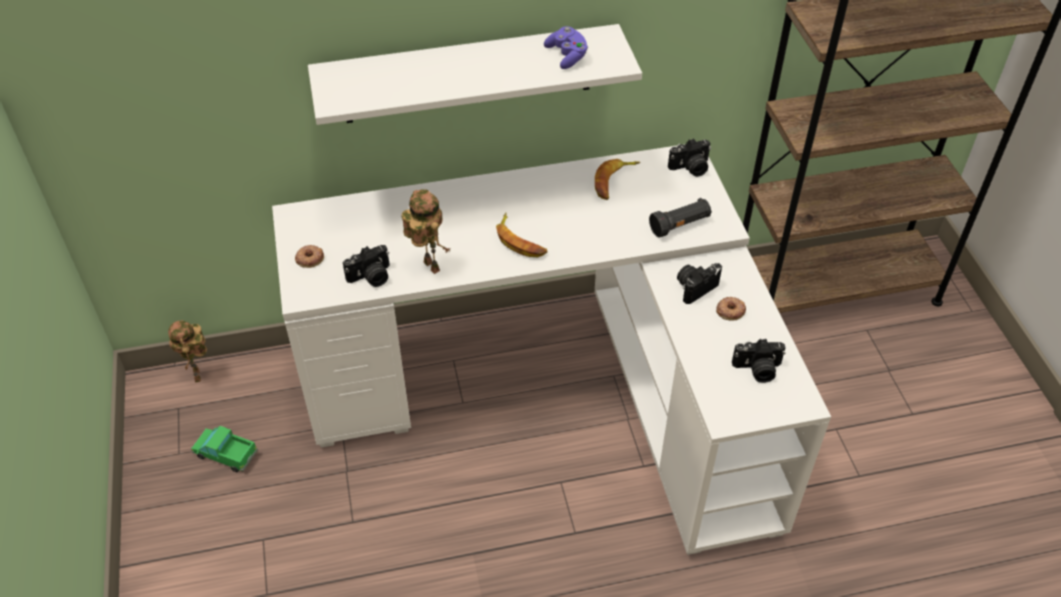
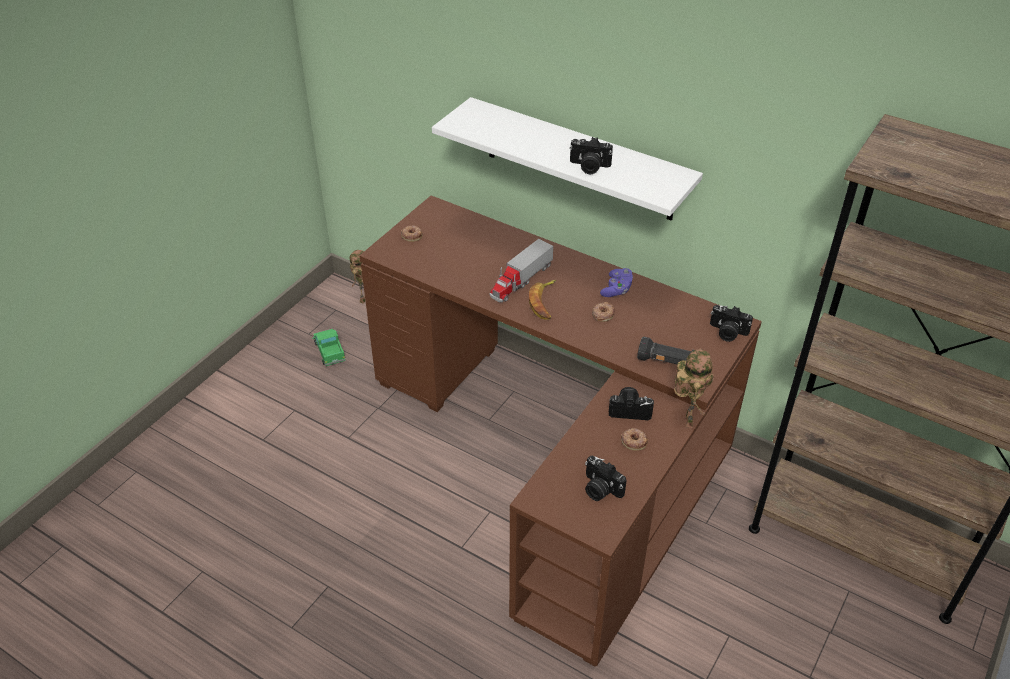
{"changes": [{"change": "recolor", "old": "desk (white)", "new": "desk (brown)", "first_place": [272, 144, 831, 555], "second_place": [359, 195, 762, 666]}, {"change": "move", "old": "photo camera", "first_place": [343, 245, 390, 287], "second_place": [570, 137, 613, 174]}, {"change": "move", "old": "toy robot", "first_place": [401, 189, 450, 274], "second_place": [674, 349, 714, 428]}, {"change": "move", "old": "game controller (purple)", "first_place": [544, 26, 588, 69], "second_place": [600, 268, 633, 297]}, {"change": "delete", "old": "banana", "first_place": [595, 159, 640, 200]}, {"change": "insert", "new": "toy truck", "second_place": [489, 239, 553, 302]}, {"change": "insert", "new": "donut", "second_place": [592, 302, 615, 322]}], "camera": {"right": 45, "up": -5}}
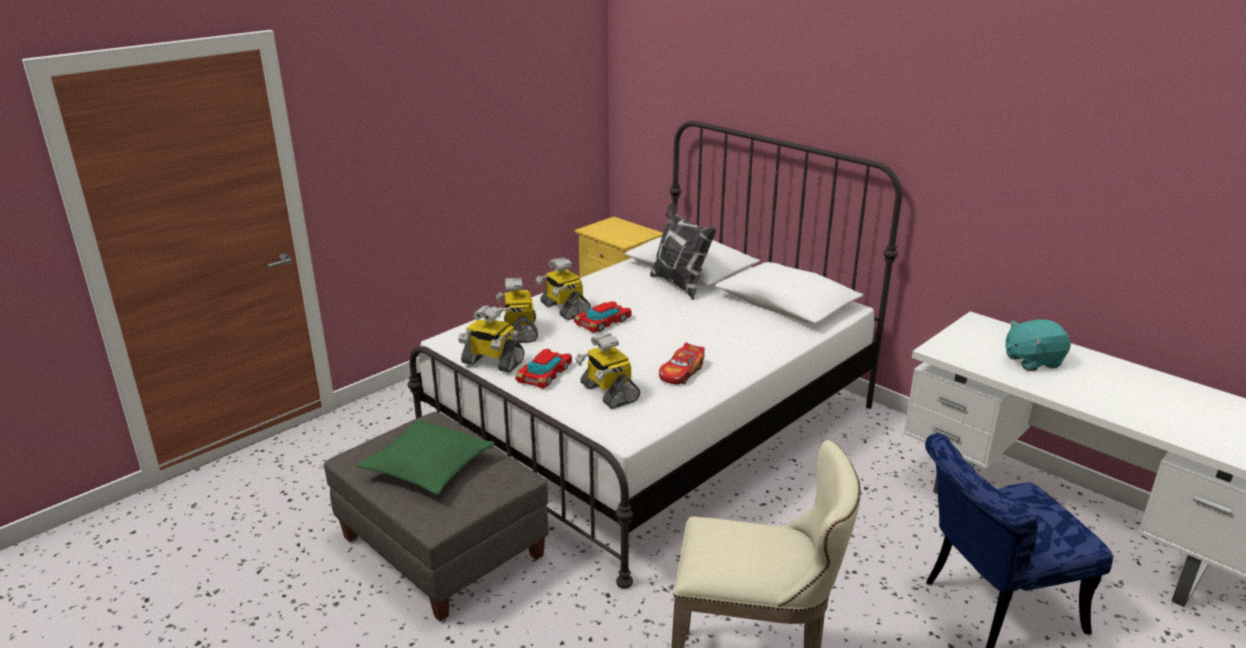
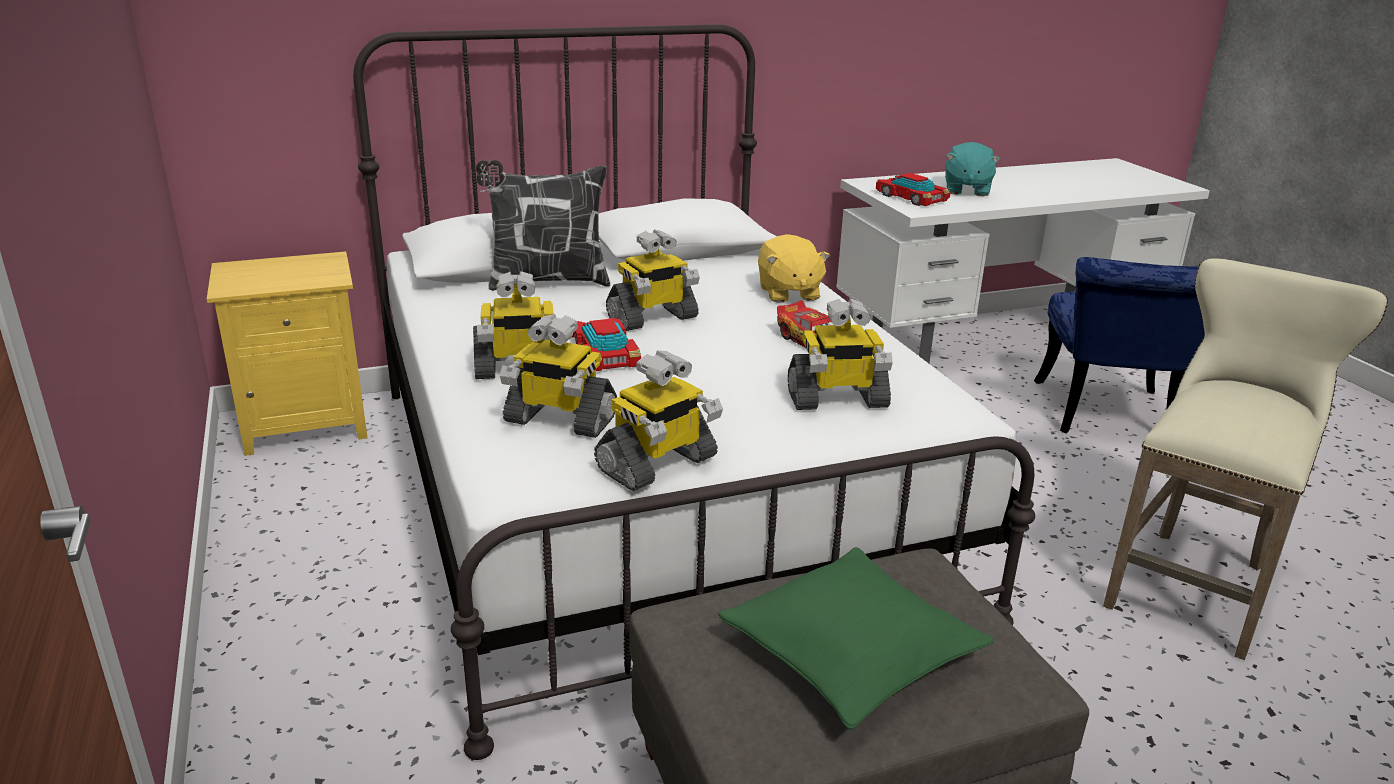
{"changes": [{"change": "move", "old": "toy car", "first_place": [515, 349, 572, 389], "second_place": [876, 173, 950, 206]}, {"change": "insert", "new": "toy robot", "second_place": [606, 230, 700, 331]}, {"change": "insert", "new": "plush toy (yellow)", "second_place": [758, 234, 830, 303]}], "camera": {"right": -65, "up": 0}}
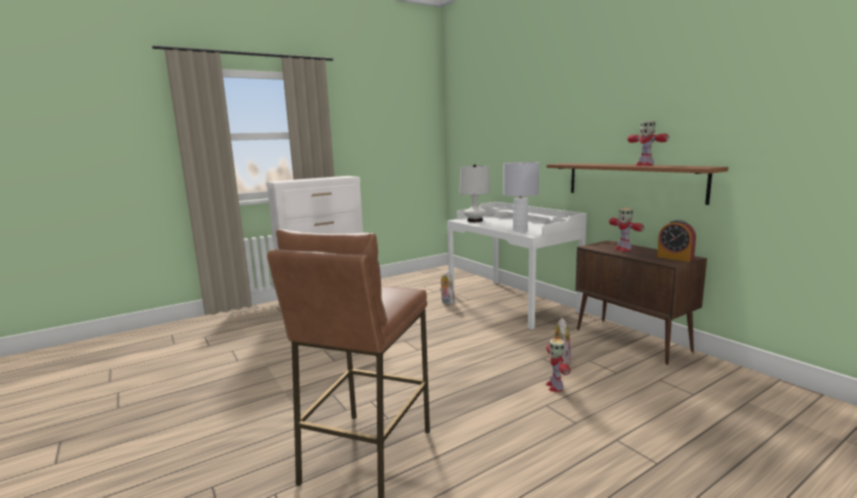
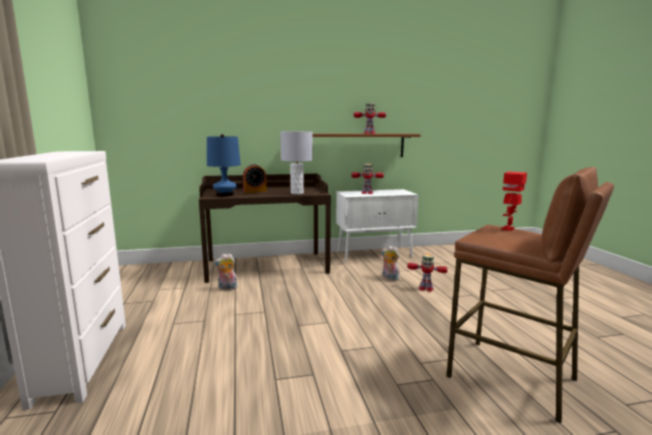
{"changes": [{"change": "recolor", "old": "desk (white)", "new": "desk (brown)", "first_place": [447, 202, 587, 329], "second_place": [199, 174, 331, 283]}, {"change": "recolor", "old": "table lamp (white)", "new": "table lamp (blue)", "first_place": [459, 164, 490, 222], "second_place": [207, 134, 241, 196]}, {"change": "recolor", "old": "cabinet (brown)", "new": "cabinet (white)", "first_place": [575, 240, 707, 365], "second_place": [336, 189, 418, 262]}, {"change": "move", "old": "alarm clock", "first_place": [657, 220, 696, 262], "second_place": [243, 164, 267, 193]}, {"change": "insert", "new": "toy robot", "second_place": [502, 172, 527, 231]}], "camera": {"right": -70, "up": 0}}
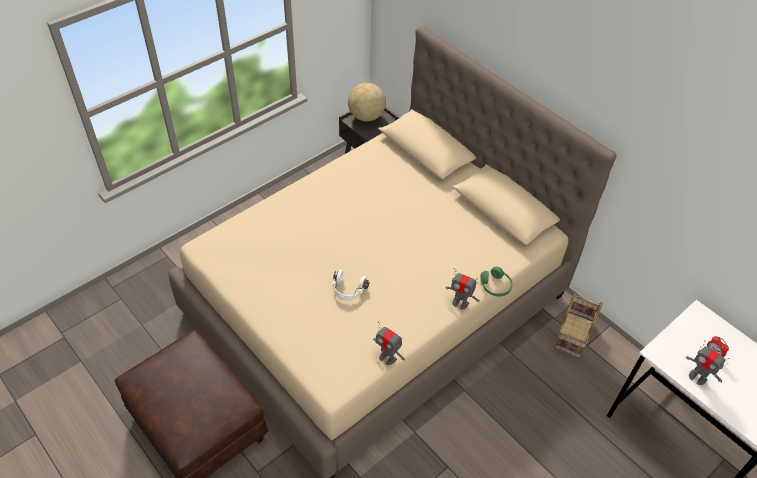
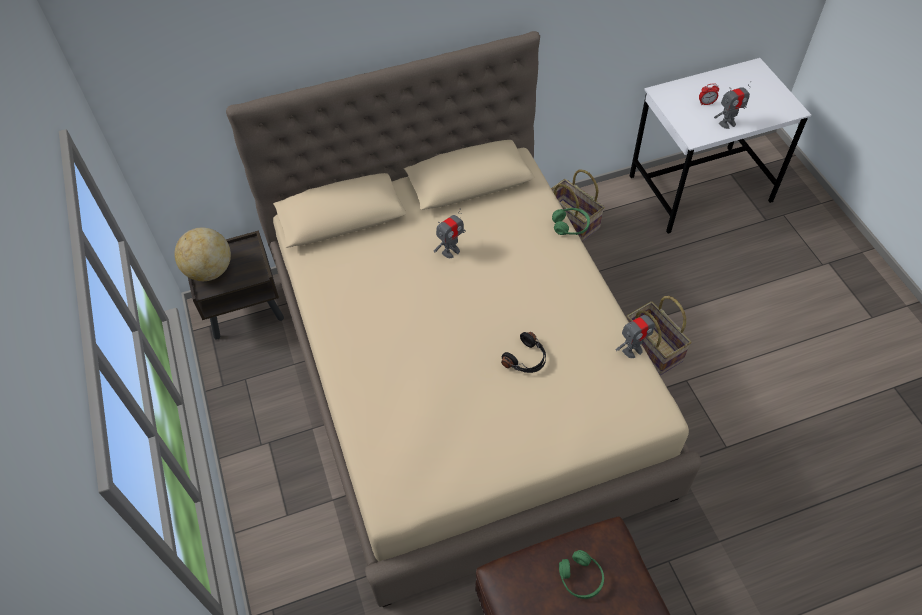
{"changes": [{"change": "recolor", "old": "headphones (white)", "new": "headphones (black)", "first_place": [332, 269, 369, 300], "second_place": [501, 332, 546, 373]}, {"change": "move", "old": "toy robot", "first_place": [445, 268, 480, 309], "second_place": [434, 209, 466, 258]}, {"change": "insert", "new": "headphones (green)", "second_place": [559, 550, 604, 599]}, {"change": "insert", "new": "basket", "second_place": [626, 296, 691, 375]}], "camera": {"right": -65, "up": 5}}
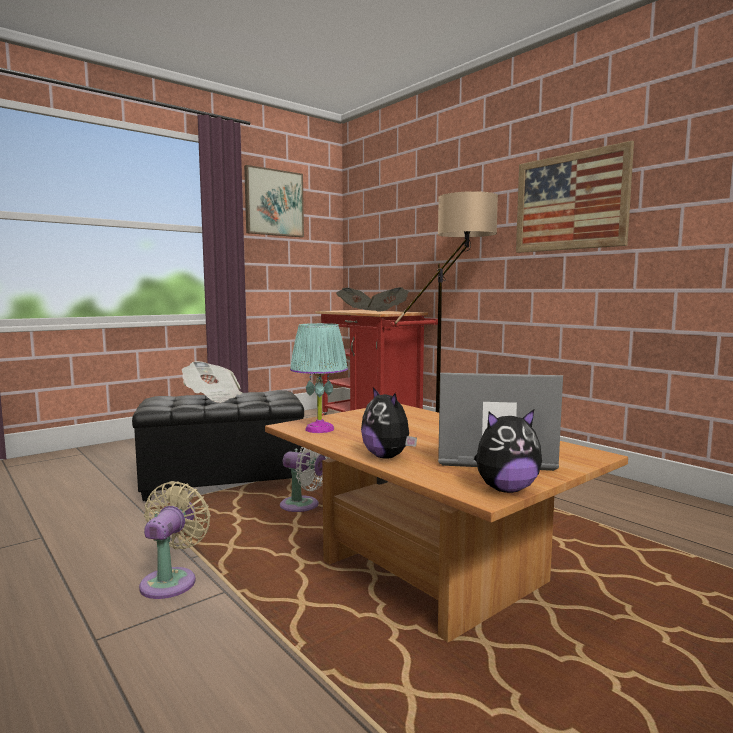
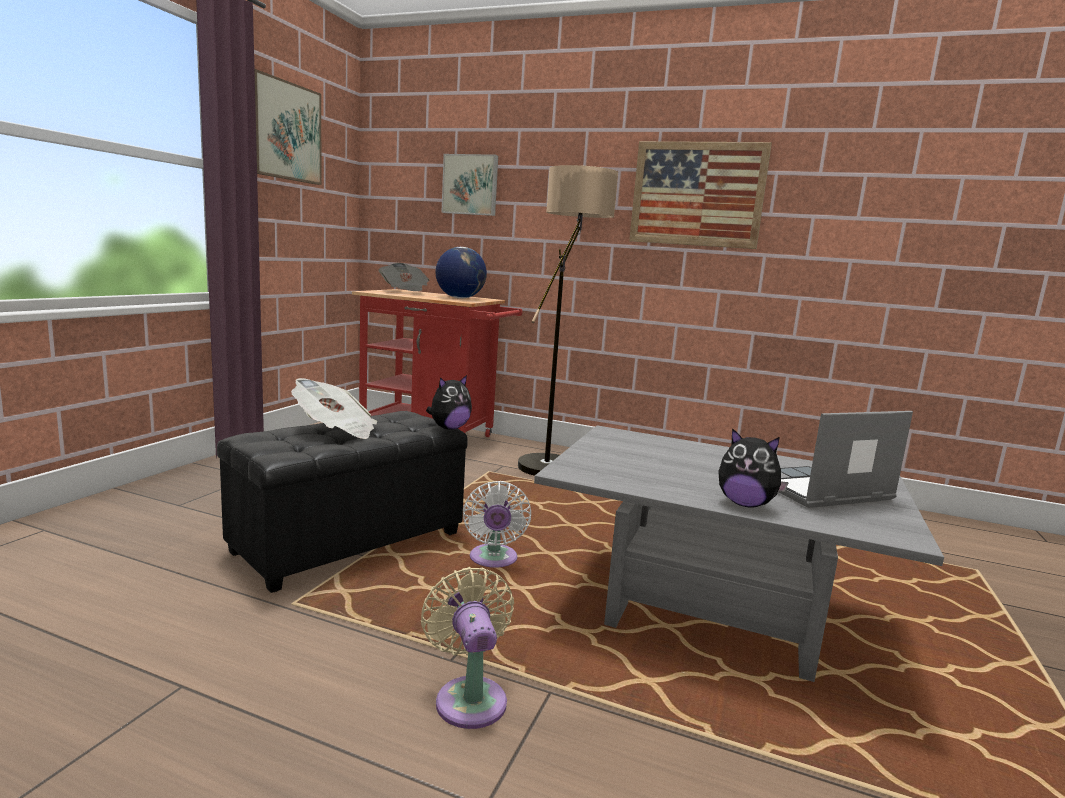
{"changes": [{"change": "recolor", "old": "coffee table (brown)", "new": "coffee table (grey)", "first_place": [265, 404, 628, 642], "second_place": [534, 425, 944, 682]}, {"change": "rotate", "old": "fan (white)", "first_place": [280, 447, 330, 512], "second_place": [463, 481, 531, 568], "degrees": 90}, {"change": "delete", "old": "table lamp (turquoise)", "first_place": [290, 323, 348, 433]}, {"change": "replace", "old": "newspaper", "new": "globe", "first_place": [367, 287, 409, 312], "second_place": [436, 247, 487, 299]}, {"change": "move", "old": "plush toy", "first_place": [474, 409, 542, 493], "second_place": [426, 375, 472, 430]}, {"change": "insert", "new": "picture", "second_place": [441, 154, 498, 216]}], "camera": {"right": -30, "up": 5}}
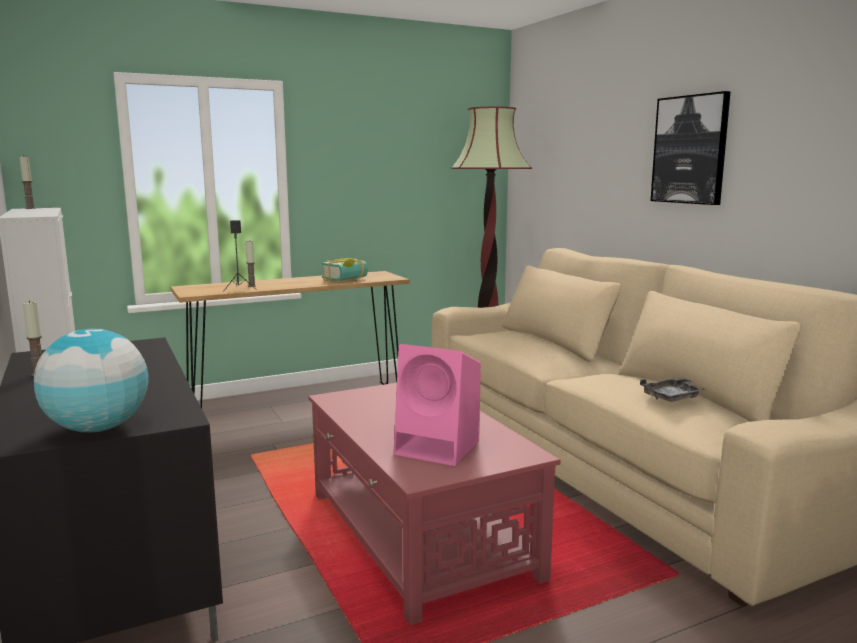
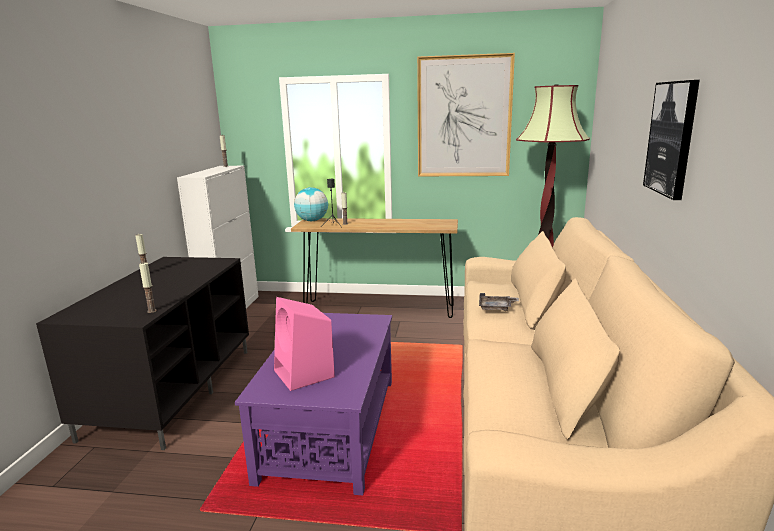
{"changes": [{"change": "move", "old": "globe", "first_place": [34, 329, 148, 432], "second_place": [294, 187, 328, 221]}, {"change": "recolor", "old": "coffee table (red)", "new": "coffee table (purple)", "first_place": [308, 383, 561, 625], "second_place": [235, 313, 392, 495]}, {"change": "delete", "old": "book", "first_place": [322, 258, 368, 282]}, {"change": "move", "old": "tray (grey)", "first_place": [640, 378, 706, 402], "second_place": [479, 293, 519, 311]}, {"change": "insert", "new": "candle", "second_place": [139, 262, 157, 313]}, {"change": "insert", "new": "picture", "second_place": [417, 53, 515, 176]}], "camera": {"right": 35, "up": 5}}
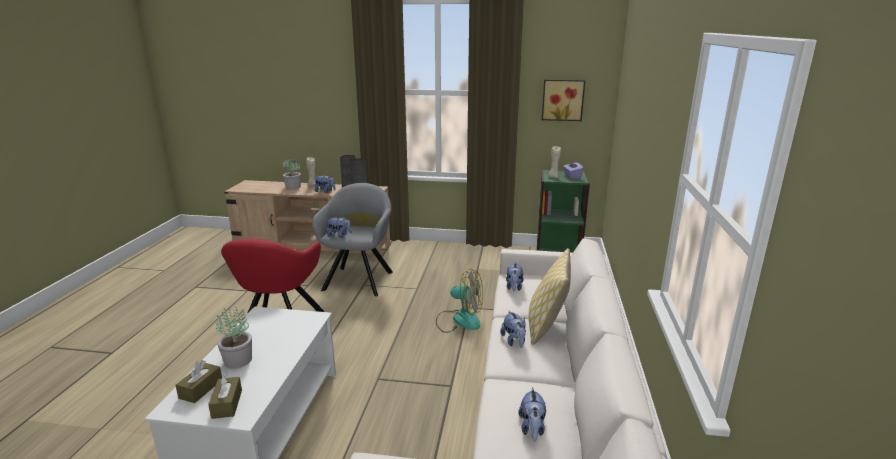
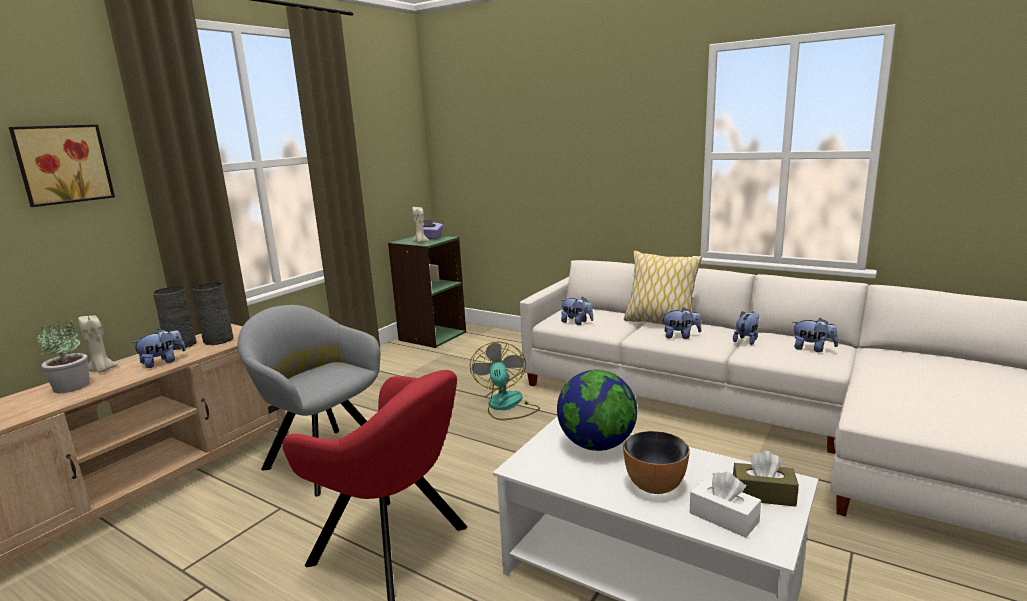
{"changes": [{"change": "recolor", "old": "tissue box (brown)", "new": "tissue box (white)", "first_place": [175, 360, 222, 403], "second_place": [690, 472, 761, 538]}, {"change": "replace", "old": "potted plant", "new": "bowl", "first_place": [216, 309, 252, 369], "second_place": [623, 431, 690, 494]}, {"change": "move", "old": "plush toy", "first_place": [326, 216, 352, 238], "second_place": [733, 311, 759, 345]}, {"change": "rotate", "old": "fan", "first_place": [436, 269, 483, 333], "second_place": [470, 341, 540, 420], "degrees": -45}, {"change": "move", "old": "picture", "first_place": [542, 80, 585, 121], "second_place": [9, 124, 115, 207]}, {"change": "insert", "new": "globe", "second_place": [557, 370, 637, 451]}], "camera": {"right": -65, "up": -5}}
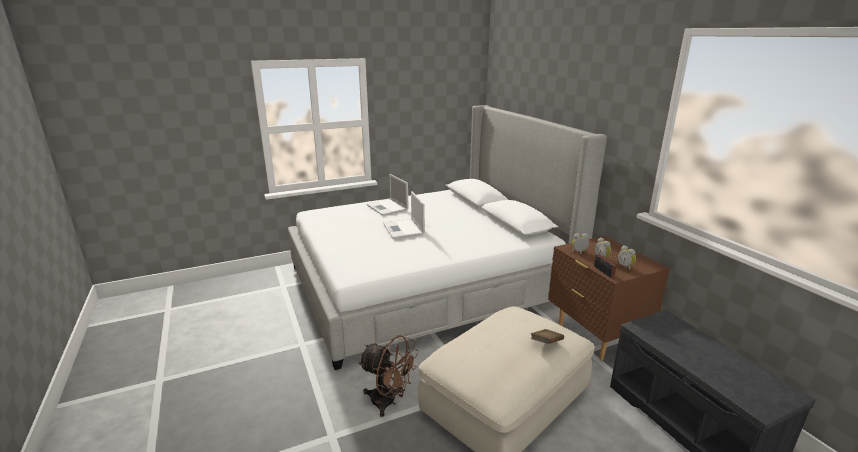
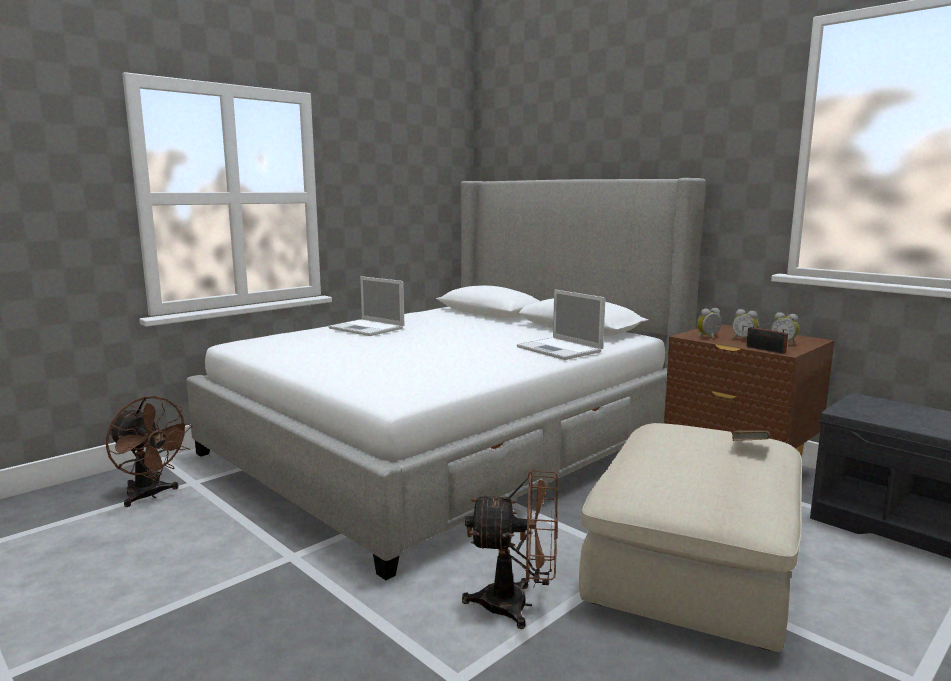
{"changes": [{"change": "move", "old": "laptop", "first_place": [383, 191, 425, 239], "second_place": [517, 289, 605, 360]}, {"change": "insert", "new": "fan (brown)", "second_place": [106, 396, 193, 507]}], "camera": {"right": -20, "up": -10}}
